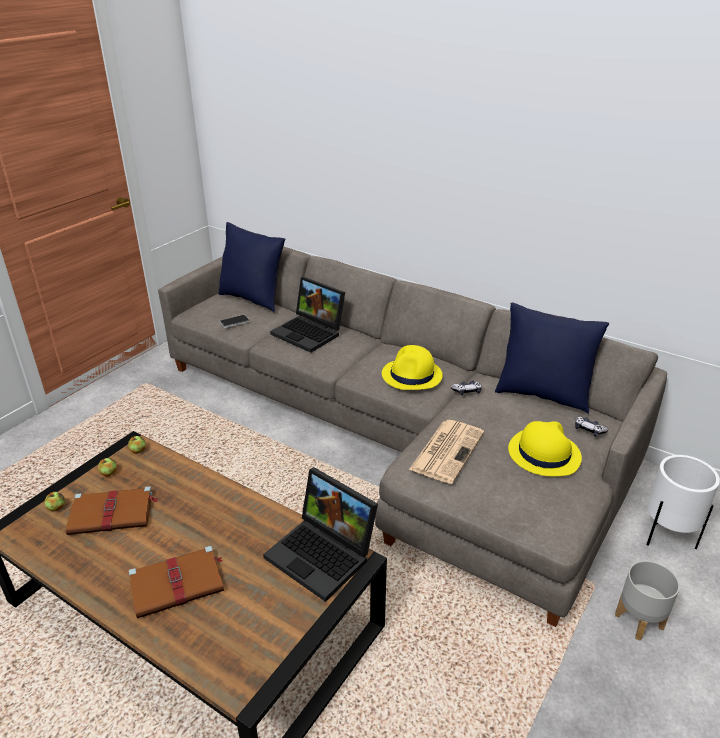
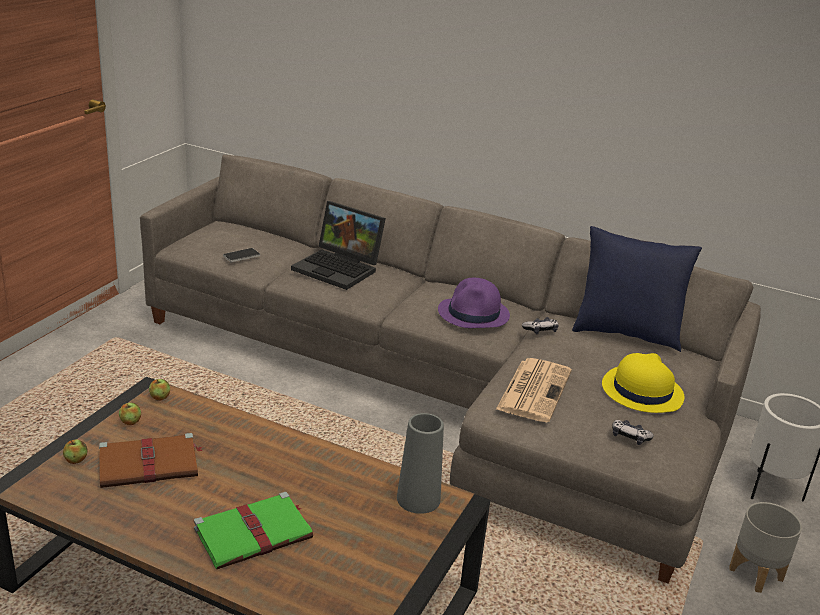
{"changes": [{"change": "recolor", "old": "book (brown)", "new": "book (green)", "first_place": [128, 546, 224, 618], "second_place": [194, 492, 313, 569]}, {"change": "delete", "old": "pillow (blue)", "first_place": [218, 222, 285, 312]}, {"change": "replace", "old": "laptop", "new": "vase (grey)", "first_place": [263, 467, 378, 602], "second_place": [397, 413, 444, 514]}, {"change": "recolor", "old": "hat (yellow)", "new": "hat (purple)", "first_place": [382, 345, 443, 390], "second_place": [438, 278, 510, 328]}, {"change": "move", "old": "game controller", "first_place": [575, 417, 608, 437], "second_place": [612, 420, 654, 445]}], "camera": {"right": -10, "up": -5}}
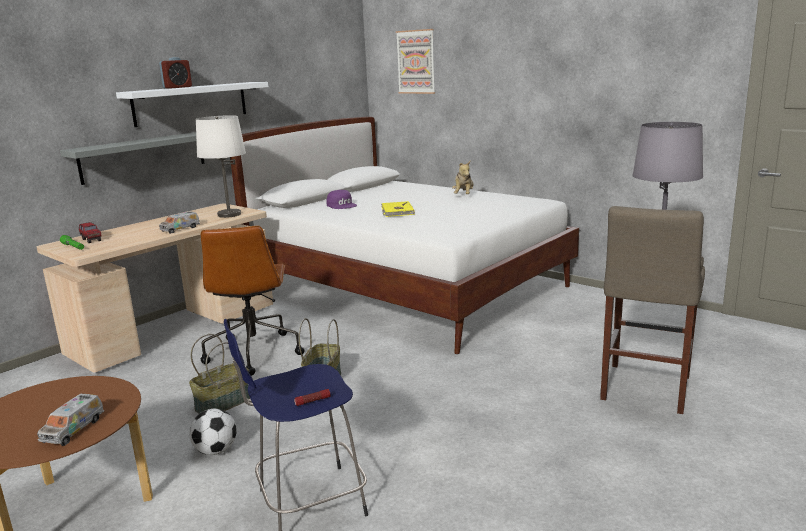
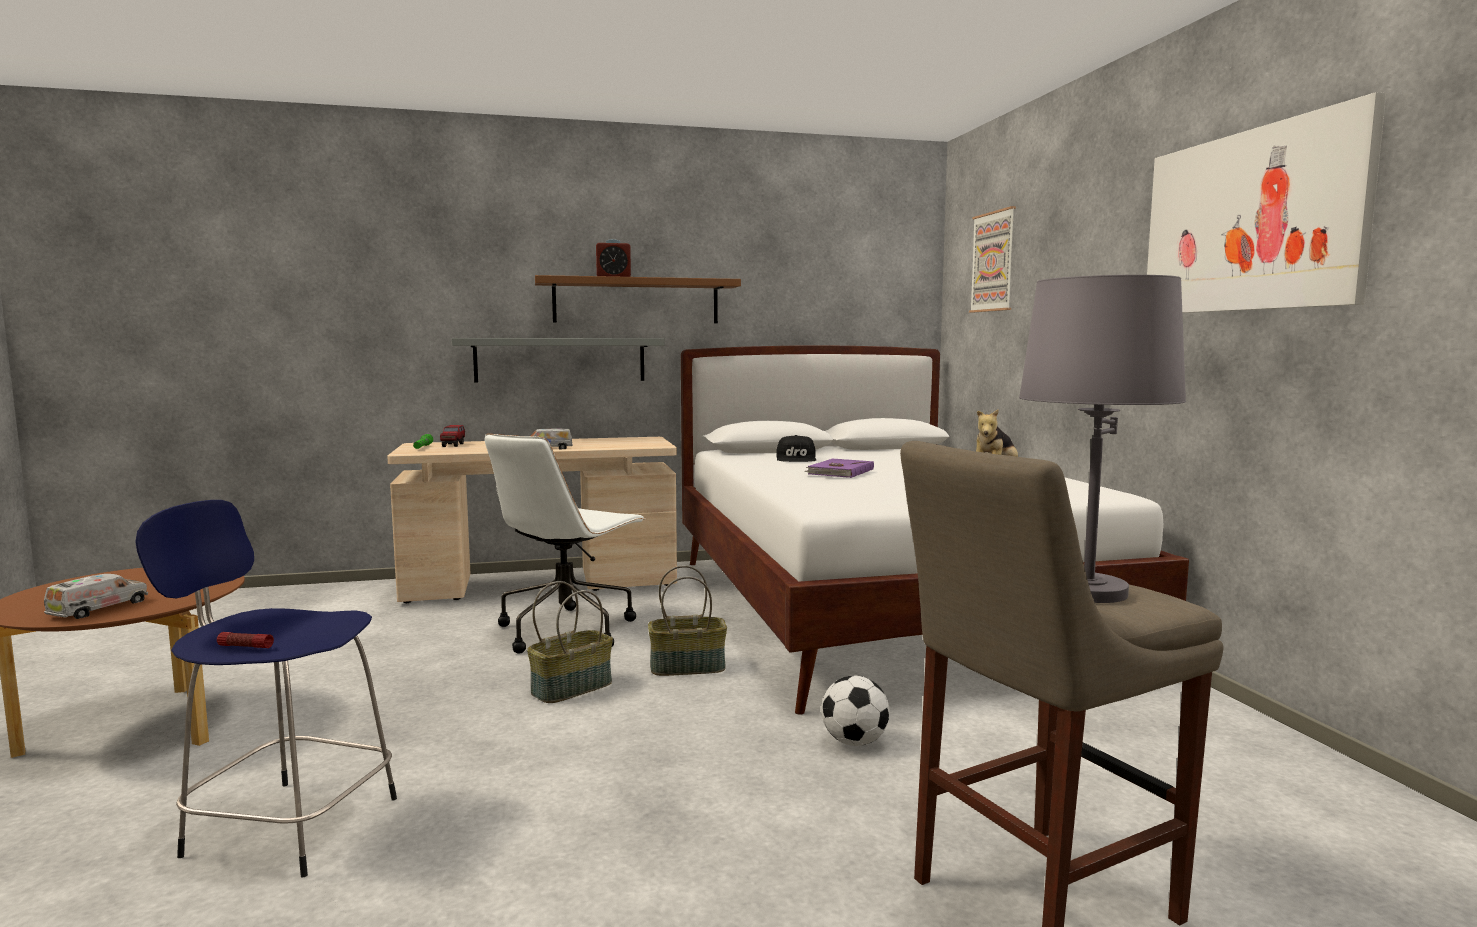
{"changes": [{"change": "rotate", "old": "toy truck", "first_place": [37, 394, 104, 446], "second_place": [44, 574, 148, 619], "degrees": 150}, {"change": "recolor", "old": "shelf (white)", "new": "shelf (brown)", "first_place": [116, 82, 268, 127], "second_place": [535, 275, 741, 323]}, {"change": "move", "old": "basket", "first_place": [189, 334, 250, 414], "second_place": [648, 565, 727, 676]}, {"change": "move", "old": "football", "first_place": [189, 408, 237, 455], "second_place": [821, 675, 890, 746]}, {"change": "delete", "old": "table lamp (white)", "first_place": [196, 115, 246, 218]}, {"change": "recolor", "old": "office chair (brown)", "new": "office chair (white)", "first_place": [200, 226, 304, 376], "second_place": [485, 434, 646, 653]}, {"change": "recolor", "old": "cap (purple)", "new": "cap (black)", "first_place": [327, 190, 357, 209], "second_place": [776, 435, 816, 462]}, {"change": "recolor", "old": "book (yellow)", "new": "book (purple)", "first_place": [381, 201, 415, 217], "second_place": [804, 459, 874, 478]}, {"change": "insert", "new": "picture", "second_place": [1147, 92, 1386, 313]}], "camera": {"right": 35, "up": -10}}
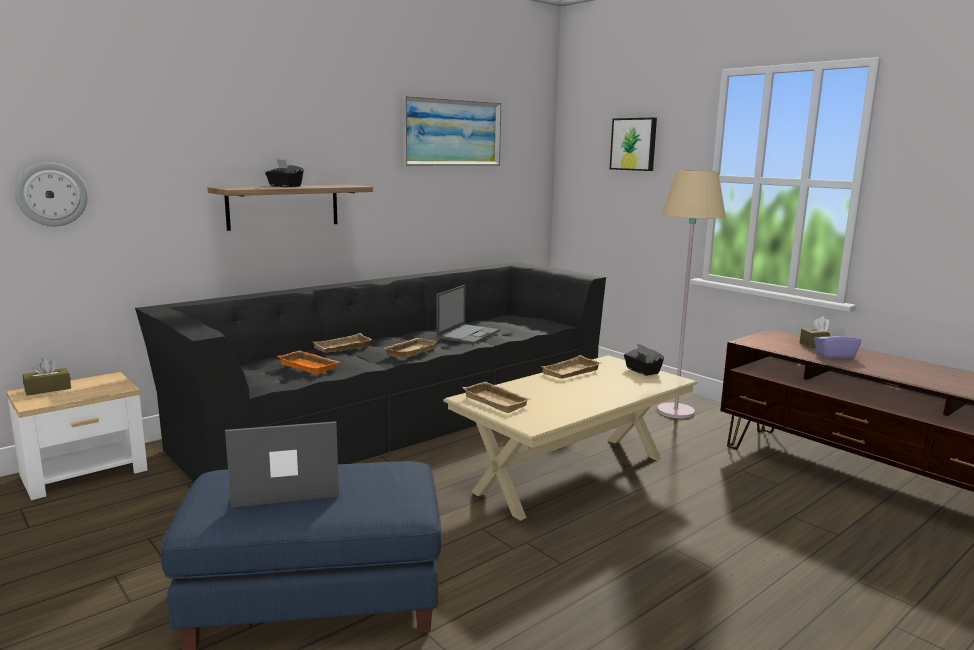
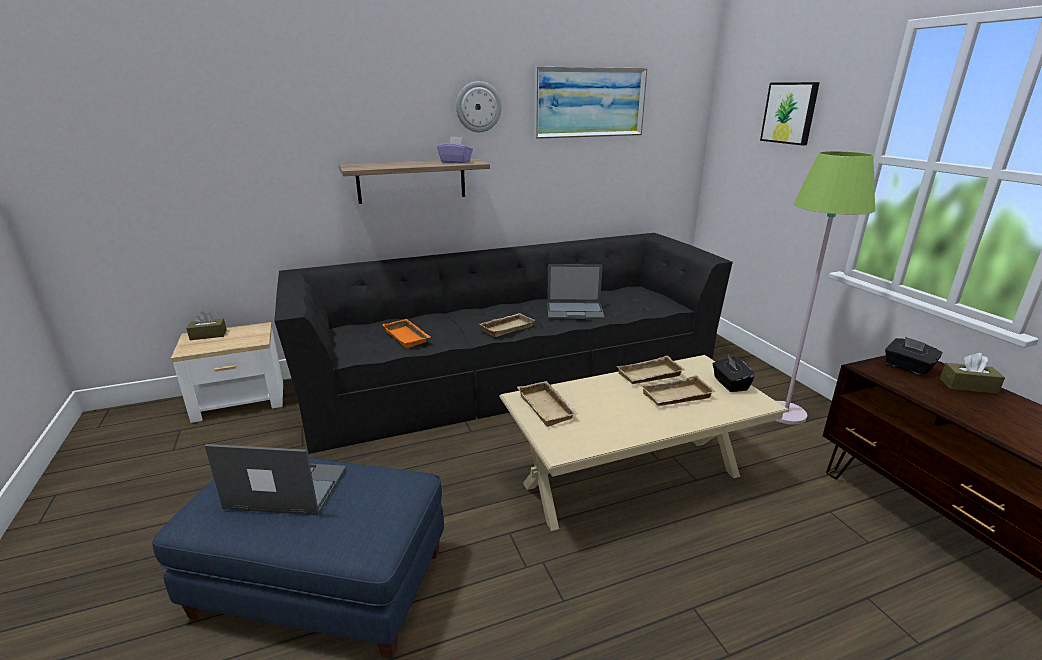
{"changes": [{"change": "move", "old": "wall clock", "first_place": [15, 162, 88, 226], "second_place": [456, 81, 502, 132]}, {"change": "move", "old": "tissue box (black)", "first_place": [265, 159, 304, 187], "second_place": [885, 336, 943, 376]}, {"change": "move", "old": "tray (beige)", "first_place": [313, 333, 372, 353], "second_place": [641, 375, 716, 406]}, {"change": "rotate", "old": "laptop", "first_place": [436, 285, 500, 344], "second_place": [547, 264, 605, 319], "degrees": 45}, {"change": "recolor", "old": "floor lamp (beige)", "new": "floor lamp (green)", "first_place": [657, 170, 726, 419], "second_place": [776, 151, 875, 425]}, {"change": "move", "old": "tissue box (purple)", "first_place": [814, 326, 862, 358], "second_place": [437, 136, 473, 164]}], "camera": {"right": 20, "up": 10}}
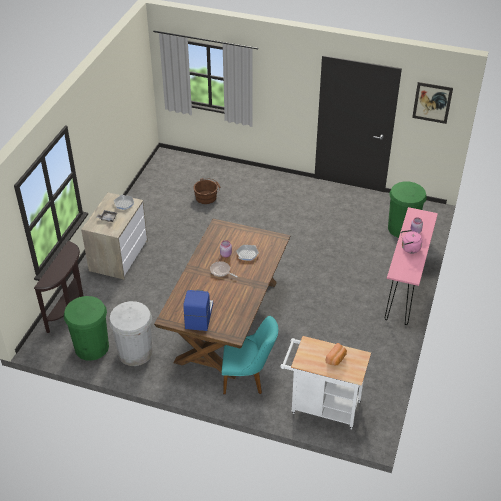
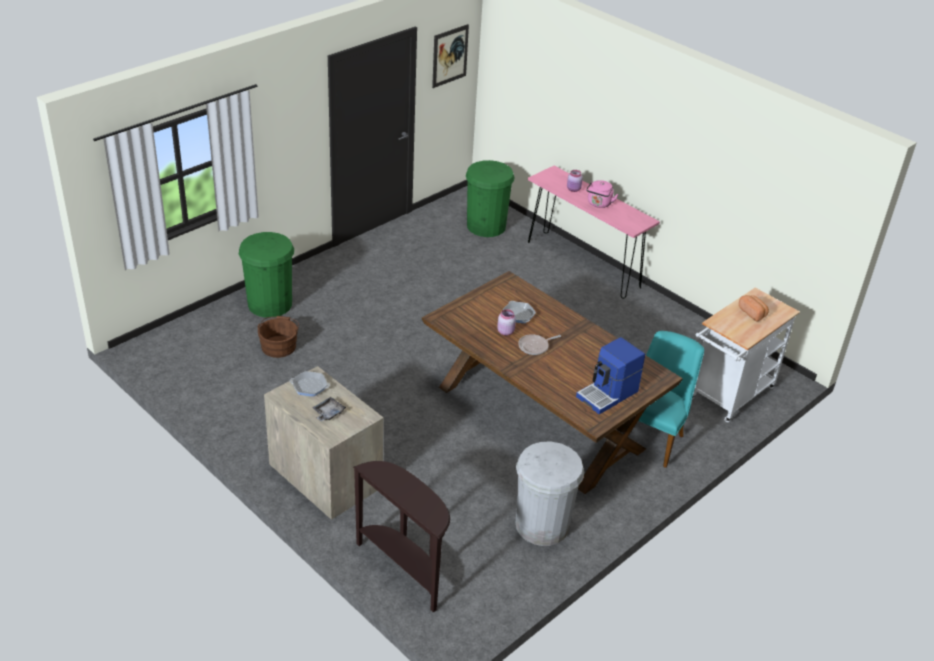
{"changes": [{"change": "move", "old": "trash can (green)", "first_place": [64, 296, 109, 361], "second_place": [239, 232, 294, 318]}, {"change": "rotate", "old": "coffee machine", "first_place": [183, 290, 213, 331], "second_place": [576, 337, 645, 414], "degrees": -75}], "camera": {"right": -65, "up": -5}}
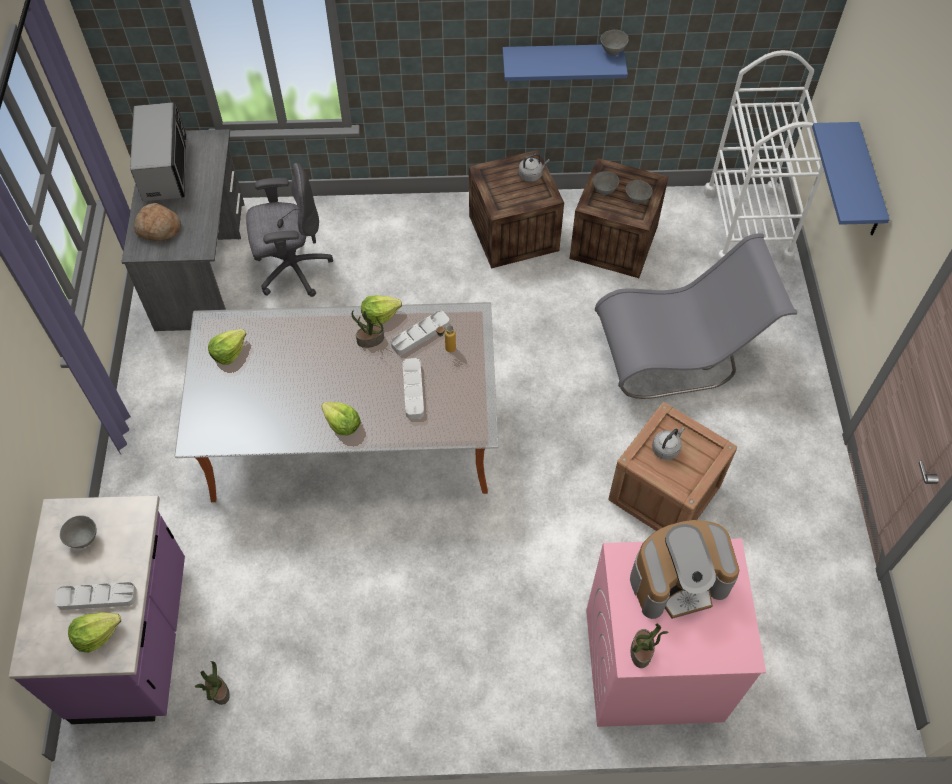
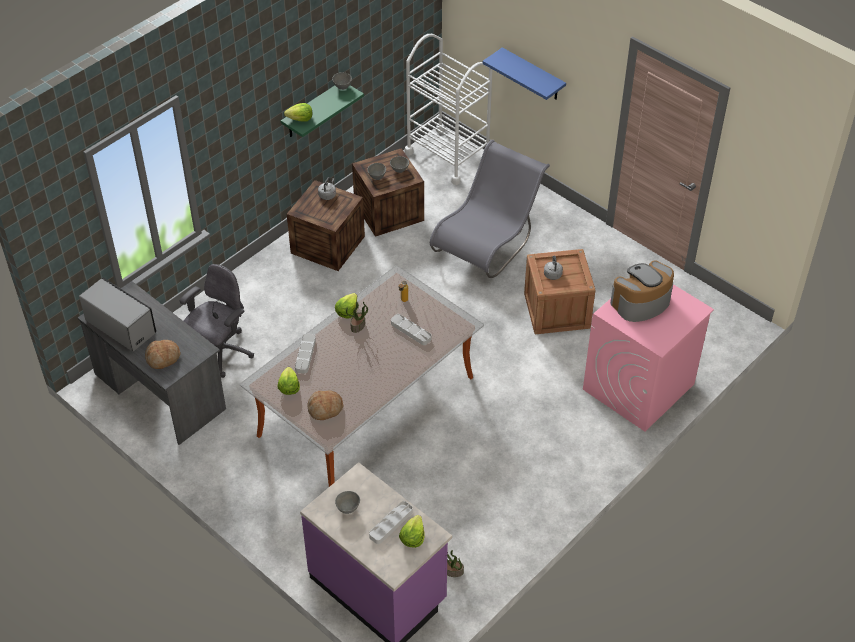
{"changes": [{"change": "move", "old": "lettuce", "first_place": [321, 402, 361, 435], "second_place": [284, 103, 312, 121]}, {"change": "move", "old": "tray (grey)", "first_place": [391, 310, 449, 355], "second_place": [295, 333, 316, 374]}, {"change": "recolor", "old": "shelf (blue)", "new": "shelf (green)", "first_place": [503, 45, 628, 81], "second_place": [281, 85, 364, 137]}, {"change": "rotate", "old": "coffee machine", "first_place": [630, 520, 739, 619], "second_place": [610, 261, 674, 322], "degrees": -150}, {"change": "delete", "old": "potted plant", "first_place": [631, 623, 668, 668]}, {"change": "insert", "new": "bread", "second_place": [308, 390, 344, 420]}], "camera": {"right": -45, "up": -10}}
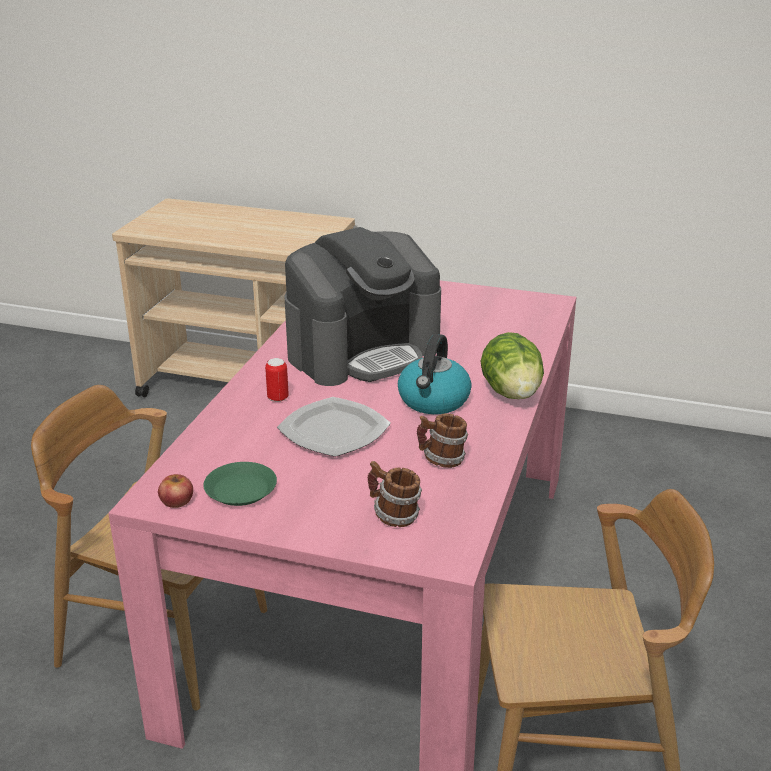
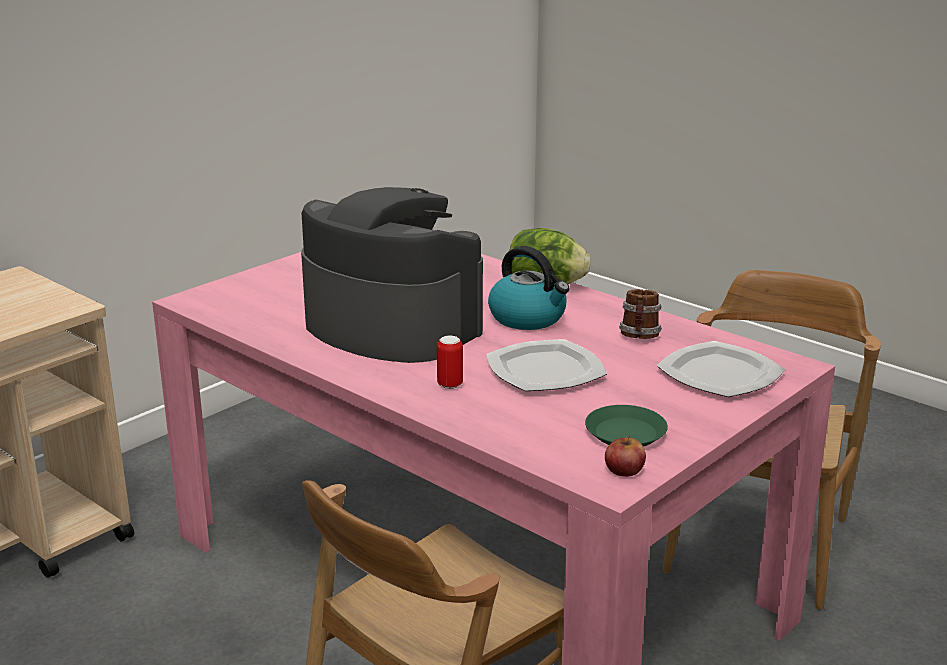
{"changes": [{"change": "rotate", "old": "coffee machine", "first_place": [284, 227, 441, 386], "second_place": [301, 187, 483, 363], "degrees": -45}, {"change": "replace", "old": "mug", "new": "plate", "first_place": [367, 461, 422, 527], "second_place": [657, 341, 786, 397]}], "camera": {"right": -65, "up": -5}}
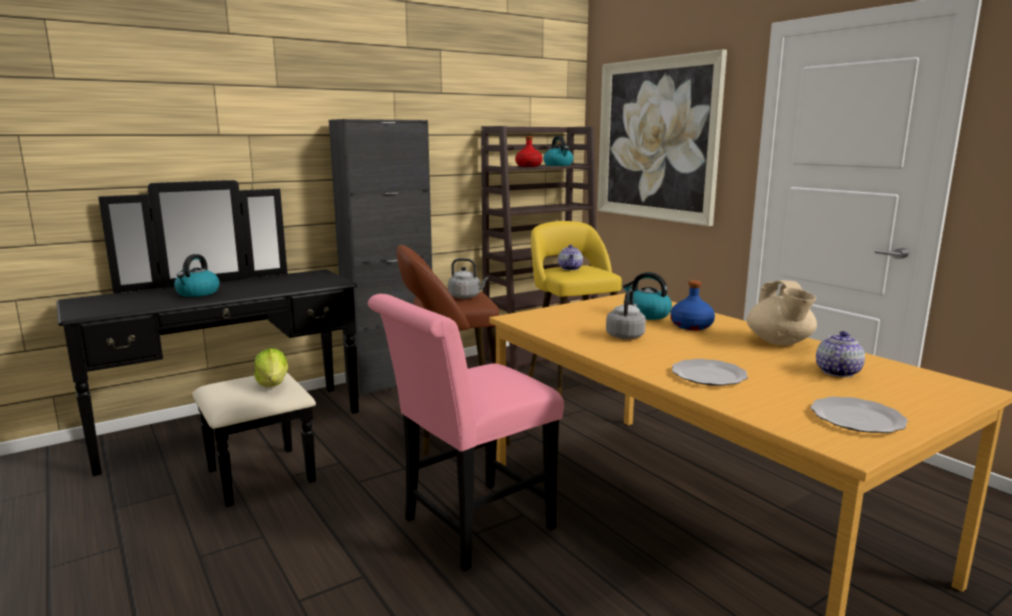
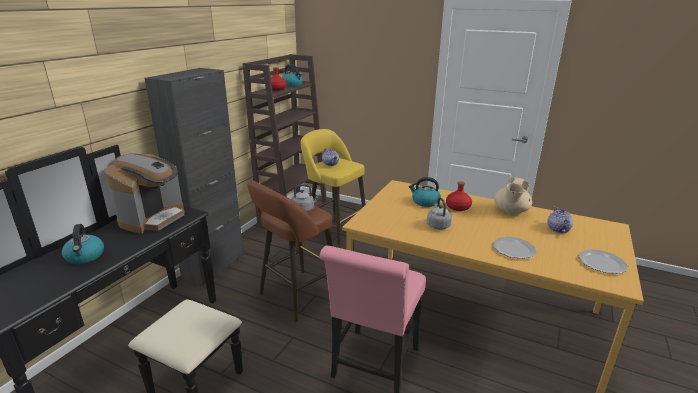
{"changes": [{"change": "delete", "old": "lettuce", "first_place": [254, 348, 288, 387]}, {"change": "delete", "old": "picture", "first_place": [597, 49, 727, 226]}, {"change": "recolor", "old": "bottle (blue)", "new": "bottle (red)", "first_place": [670, 280, 715, 330], "second_place": [446, 181, 472, 211]}, {"change": "rotate", "old": "teapot (beige)", "first_place": [747, 280, 817, 346], "second_place": [494, 177, 532, 214], "degrees": 60}, {"change": "insert", "new": "coffee machine", "second_place": [105, 153, 185, 234]}], "camera": {"right": -30, "up": 10}}
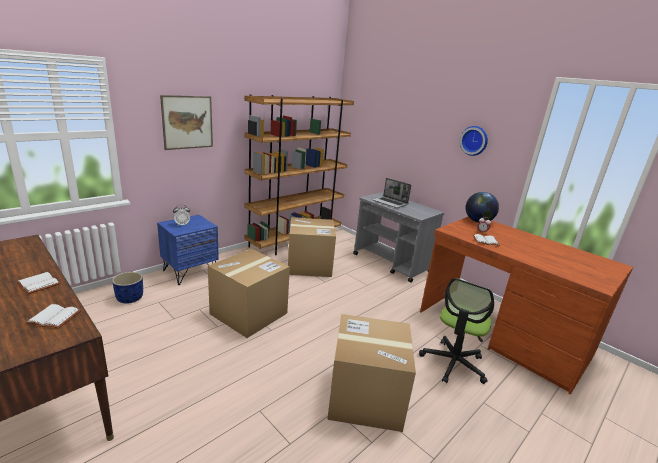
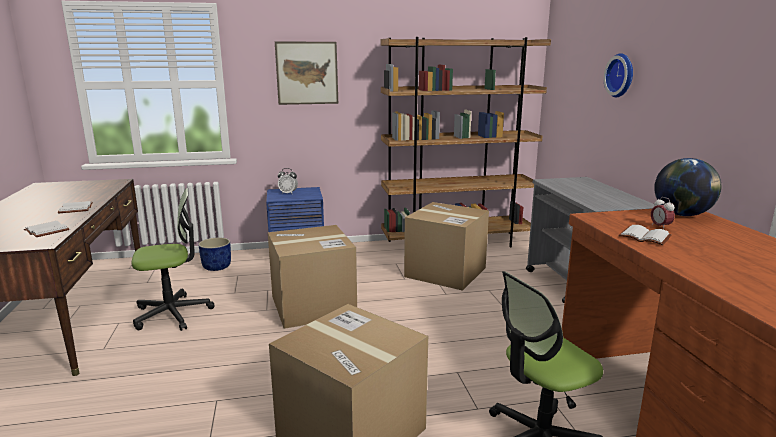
{"changes": [{"change": "delete", "old": "laptop", "first_place": [372, 178, 411, 208]}, {"change": "move", "old": "wall clock", "first_place": [460, 126, 488, 156], "second_place": [604, 53, 633, 97]}, {"change": "insert", "new": "office chair", "second_place": [132, 188, 215, 331]}], "camera": {"right": 35, "up": -5}}
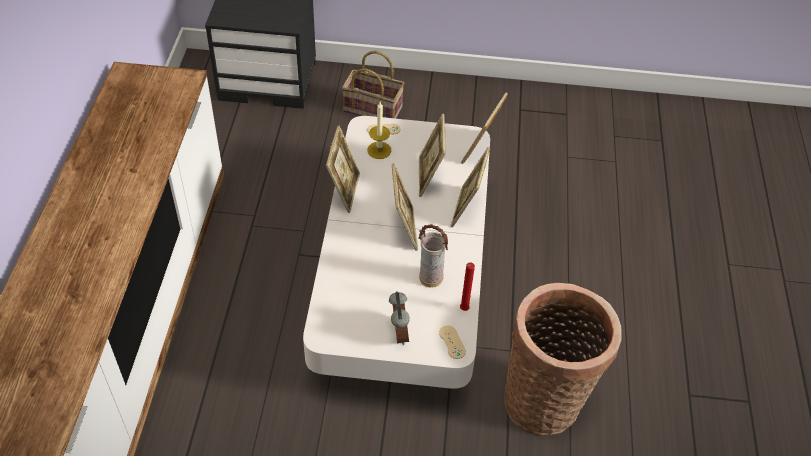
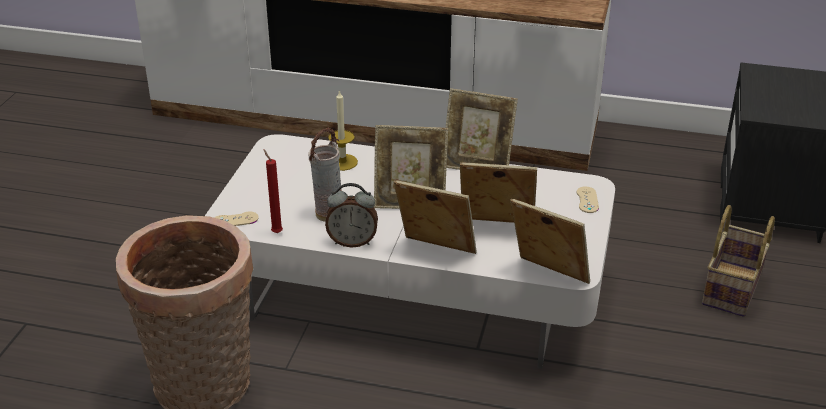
{"changes": [{"change": "move", "old": "candle", "first_place": [367, 102, 391, 159], "second_place": [328, 90, 358, 171]}, {"change": "move", "old": "alarm clock", "first_place": [389, 291, 410, 345], "second_place": [325, 183, 378, 248]}], "camera": {"right": 100, "up": -15}}
